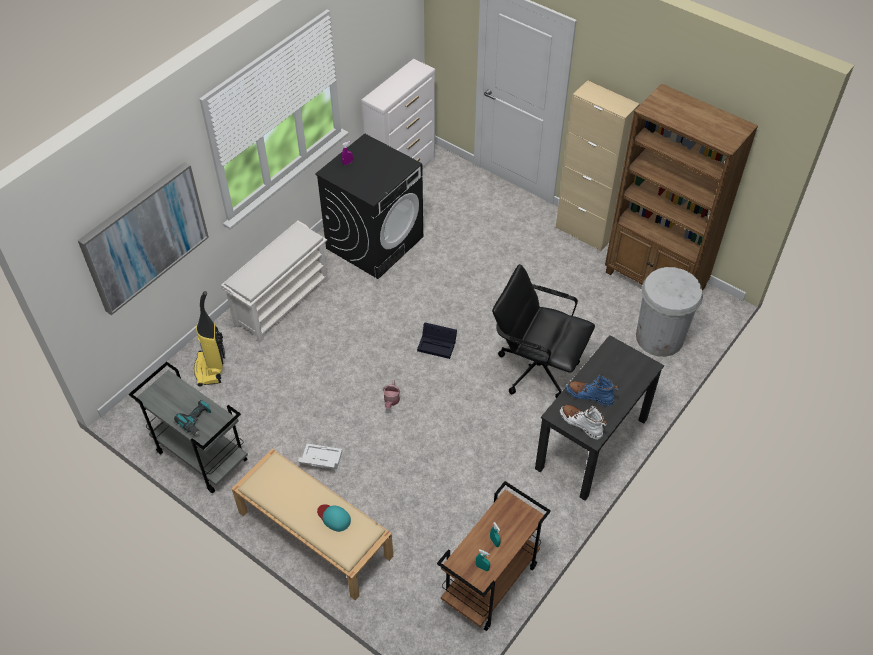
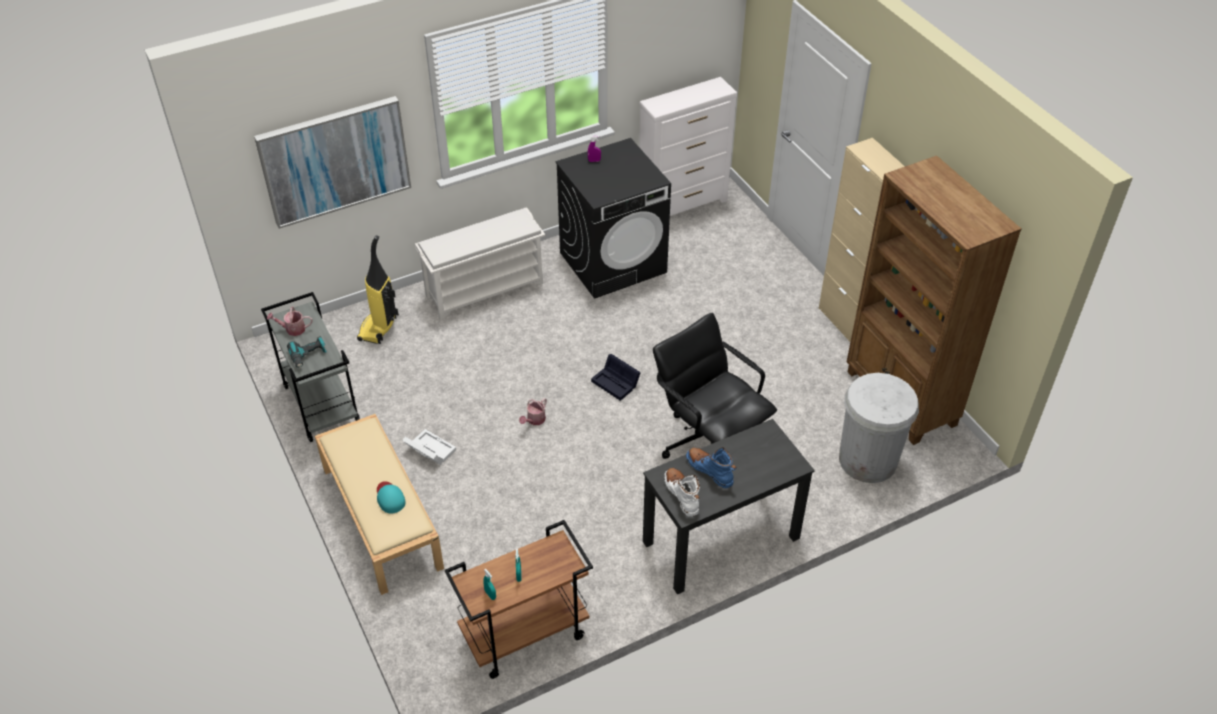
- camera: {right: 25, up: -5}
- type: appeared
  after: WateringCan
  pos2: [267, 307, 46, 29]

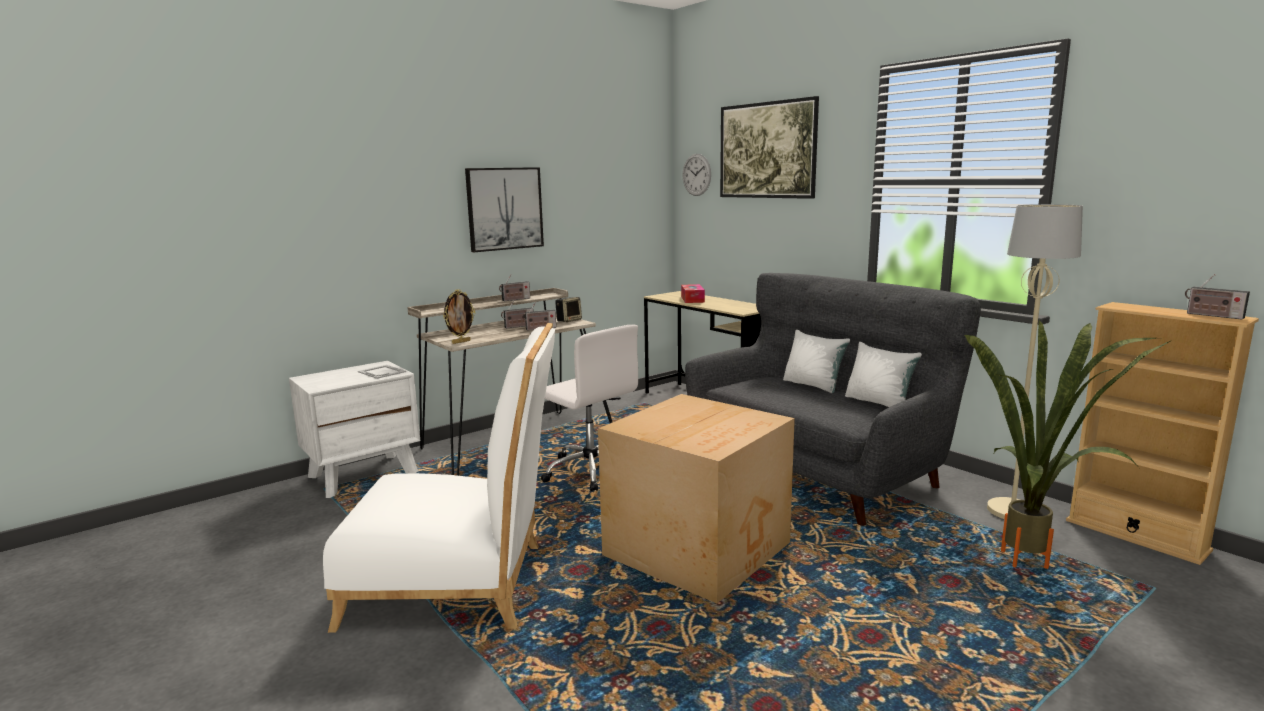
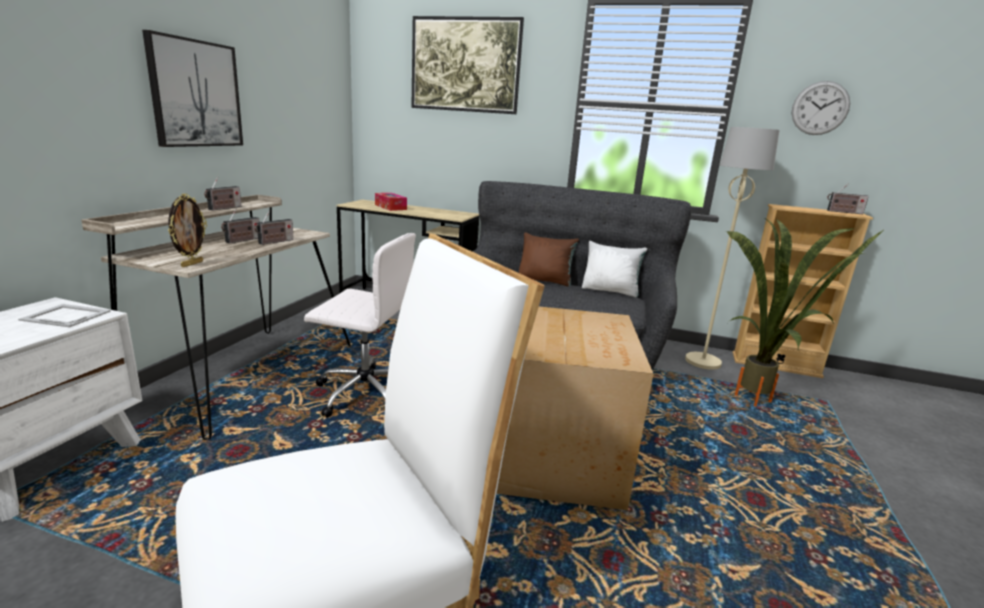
- camera: {right: -35, up: 5}
- type: relocated
  before: WallClock
  pos1: [682, 154, 29, 42]
  pos2: [791, 81, 59, 54]
- type: missing
  before: Speaker
  pos1: [555, 297, 27, 25]
- type: colour
  before: WhitePillow
  after: BrownPillow
  pos1: [783, 330, 67, 63]
  pos2: [519, 232, 60, 54]

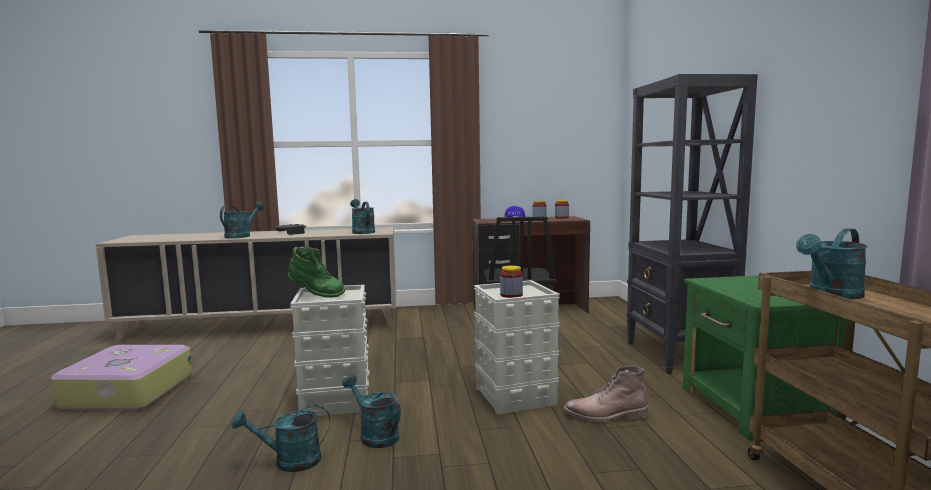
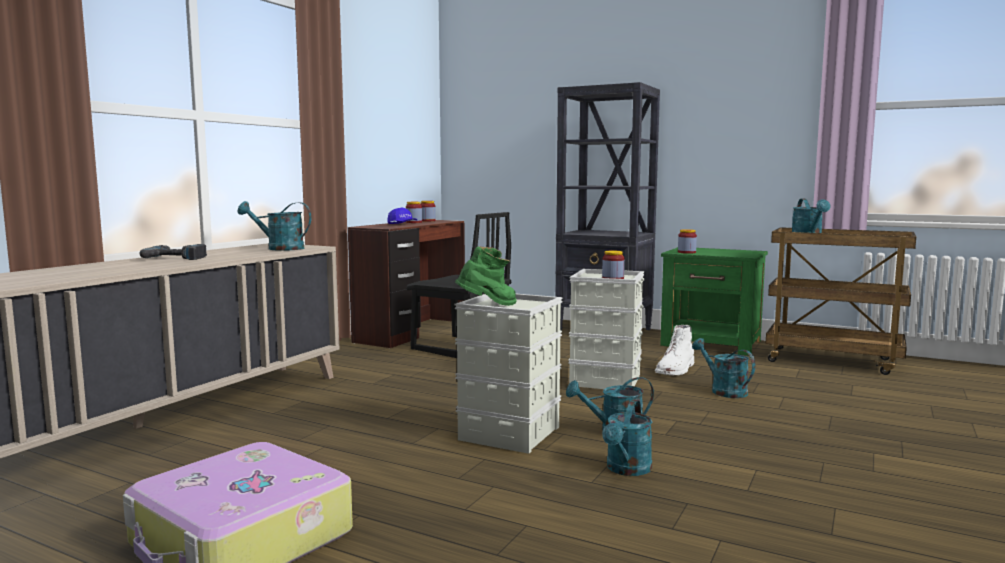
- camera: {right: -55, up: 0}
- type: relocated
  before: TurquoiseWateringCan
  pos1: [220, 202, 44, 37]
  pos2: [692, 338, 63, 60]
- type: colour
  before: BrownBoot
  after: WhiteBoot
  pos1: [564, 366, 85, 56]
  pos2: [655, 325, 40, 51]
- type: appeared
  after: Jar
  pos2: [678, 229, 19, 25]

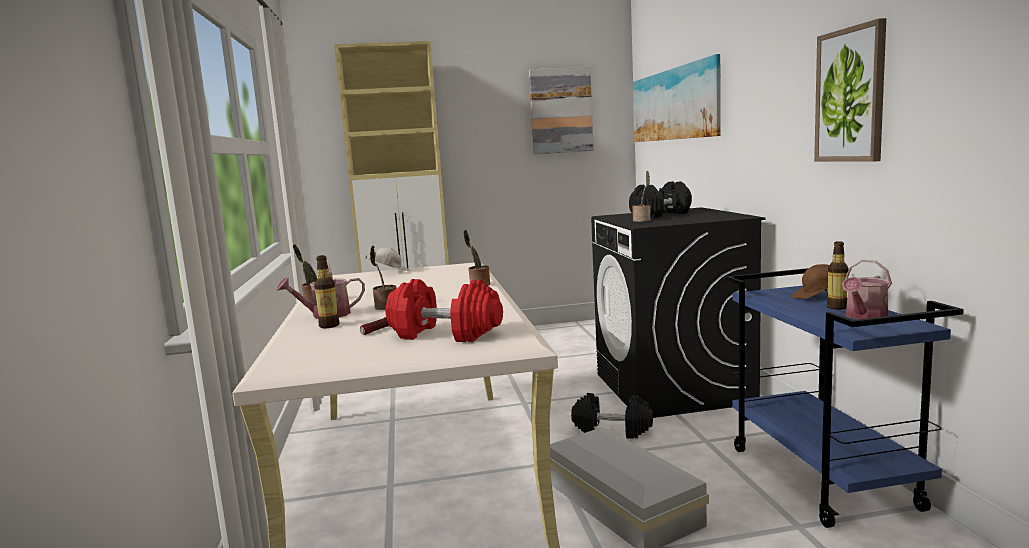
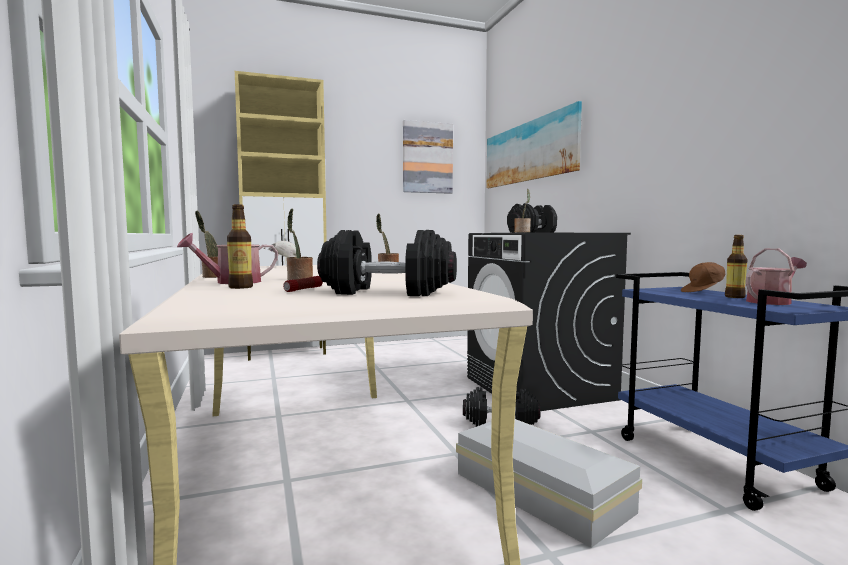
- camera: {right: -10, up: -5}
- type: missing
  before: Picture
  pos1: [814, 18, 72, 144]
- type: spun
  before: WateringCan
  pos1: [842, 260, 50, 59]
  pos2: [746, 248, 61, 57]
  turn: -150
- type: colour
  before: RedDumbbell
  after: BlackDumbbell
  pos1: [385, 279, 118, 63]
  pos2: [317, 230, 140, 66]

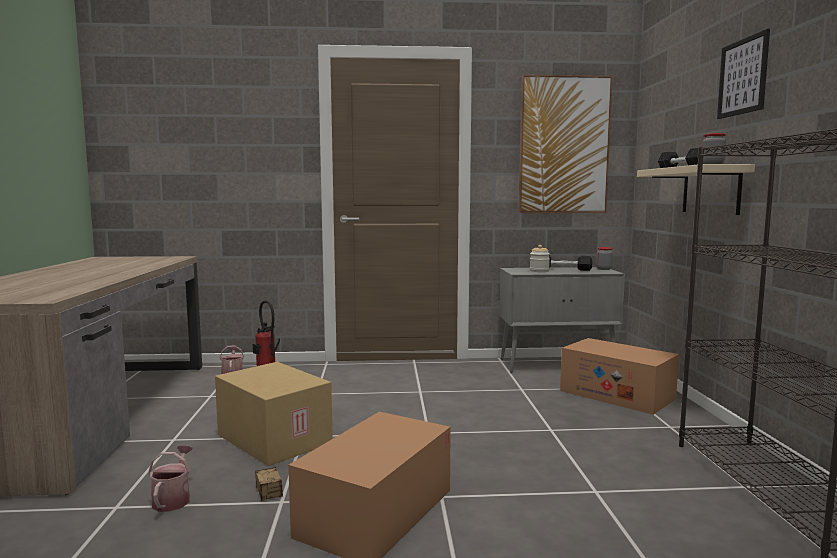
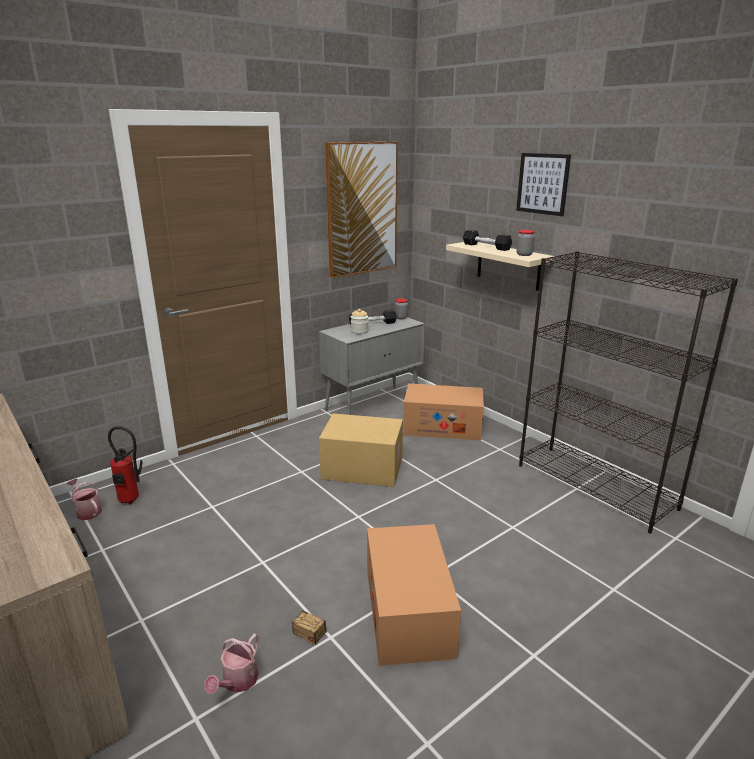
- camera: {right: -35, up: 15}
- type: relocated
  before: CardboardBox
  pos1: [215, 362, 118, 104]
  pos2: [319, 413, 84, 74]
- type: spun
  before: WateringCan
  pos1: [148, 445, 44, 67]
  pos2: [204, 634, 55, 60]
  turn: -120

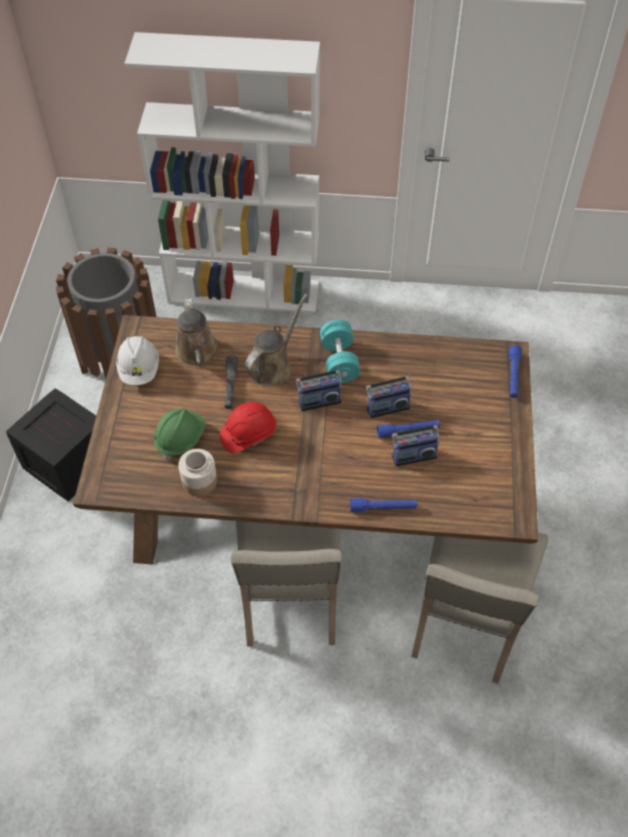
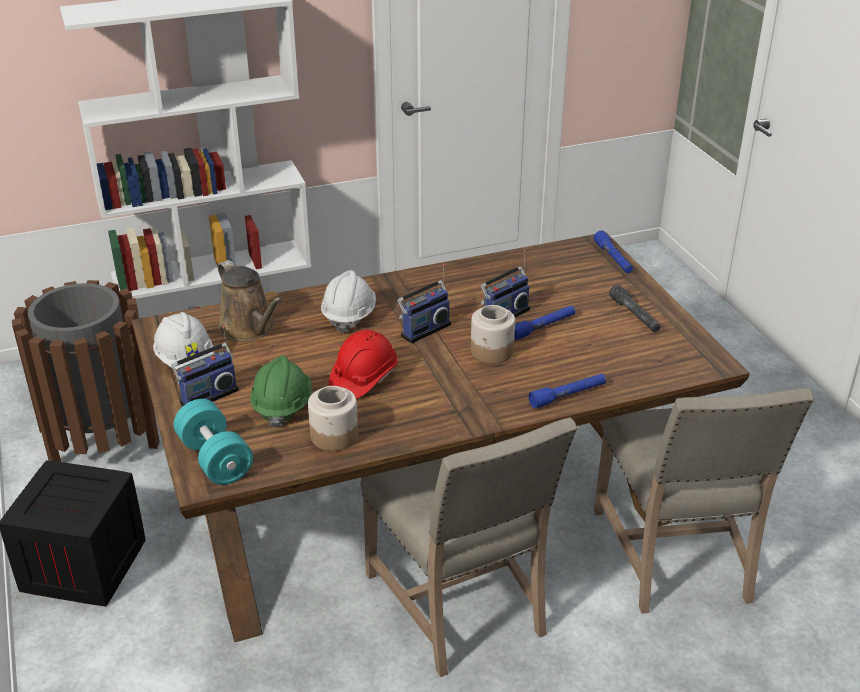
- camera: {right: -25, up: -20}
- type: exchanged
  before: BrownWateringCan
  after: WhiteHardHat
  pos1: [245, 294, 63, 93]
  pos2: [321, 270, 55, 63]
- type: relocated
  before: TurquoiseDumbbell
  pos1: [320, 320, 40, 63]
  pos2: [174, 399, 79, 86]
- type: relocated
  before: GreyFlashlight
  pos1: [224, 355, 14, 54]
  pos2: [609, 285, 51, 47]
- type: relocated
  before: Radio
  pos1: [392, 420, 48, 46]
  pos2: [171, 326, 68, 80]
- type: appeared
  after: Jar
  pos2: [471, 305, 44, 59]

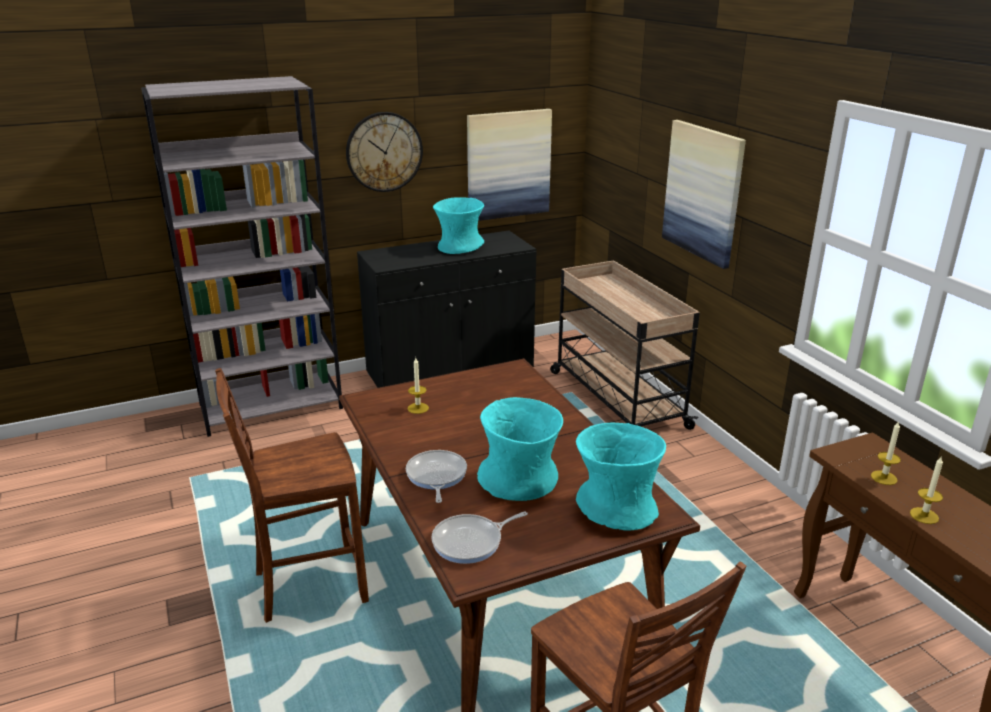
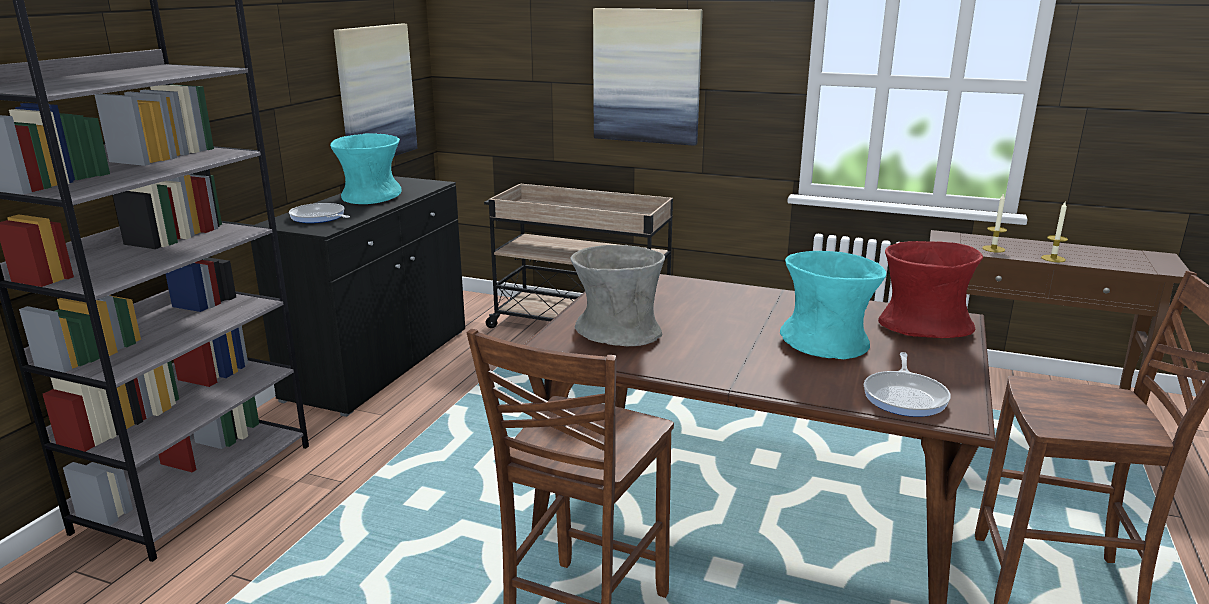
- camera: {right: -45, up: -5}
- type: missing
  before: WallClock
  pos1: [346, 112, 77, 80]
- type: exchanged
  before: Candle
  after: GreyVase
  pos1: [408, 358, 21, 56]
  pos2: [570, 245, 95, 101]
- type: colour
  before: TurquoiseVase
  after: RedVase
  pos1: [576, 423, 90, 107]
  pos2: [878, 241, 105, 97]
- type: relocated
  before: FryingPan
  pos1: [406, 450, 61, 53]
  pos2: [289, 203, 61, 20]

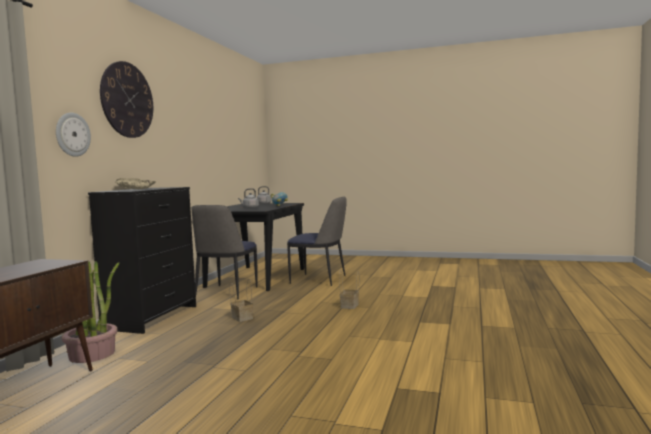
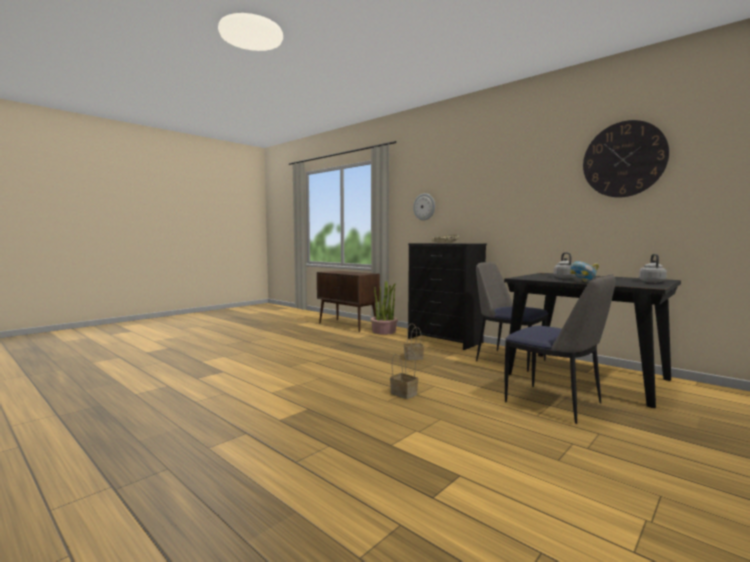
- camera: {right: 115, up: 0}
- type: relocated
  before: WallClock
  pos1: [100, 61, 53, 77]
  pos2: [583, 120, 86, 78]
- type: spun
  before: Chair
  pos1: [287, 196, 60, 90]
  pos2: [504, 274, 111, 150]
  turn: -90

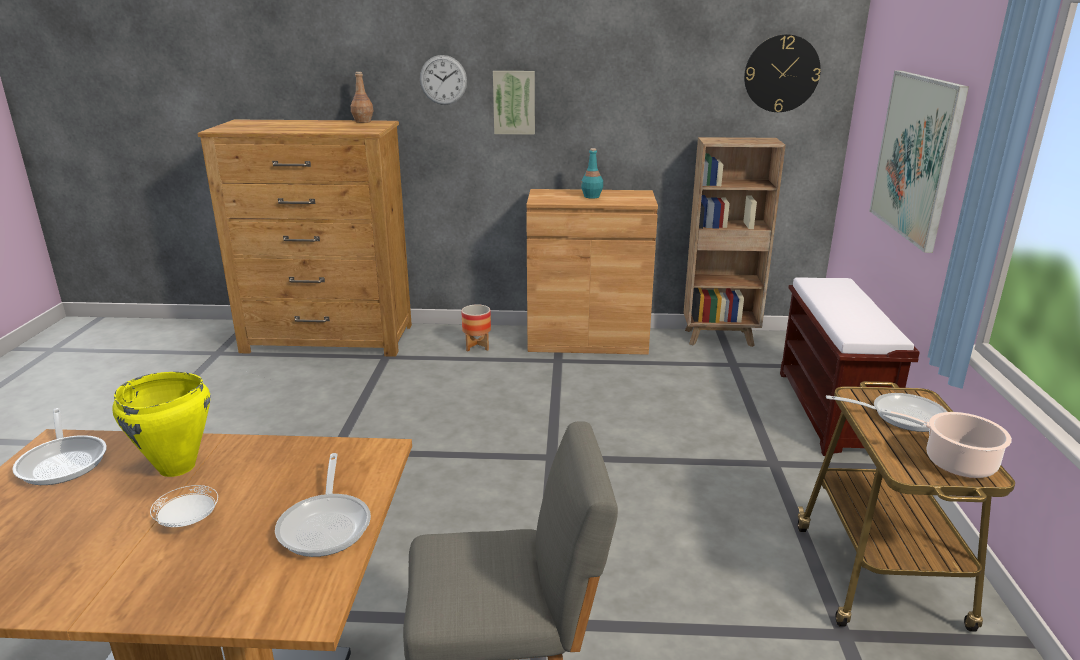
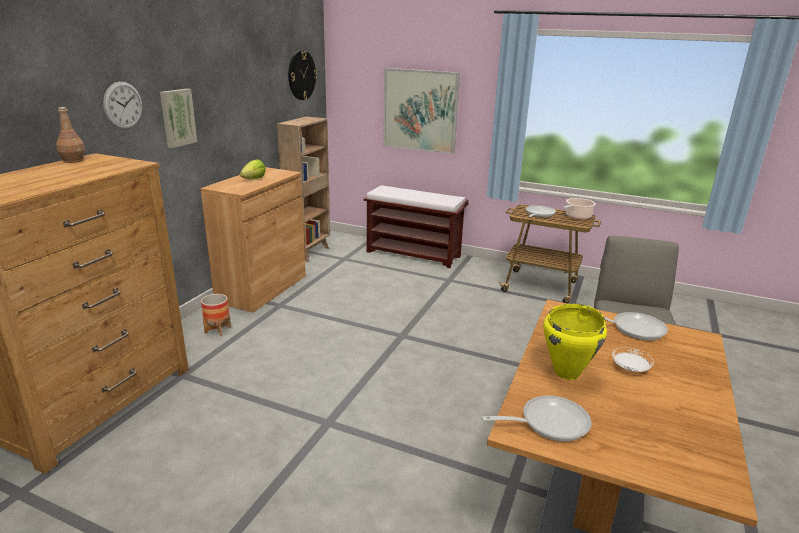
- camera: {right: -70, up: 0}
- type: exchanged
  before: TurquoiseBottle
  after: Lettuce
  pos1: [581, 148, 22, 51]
  pos2: [240, 159, 26, 20]

